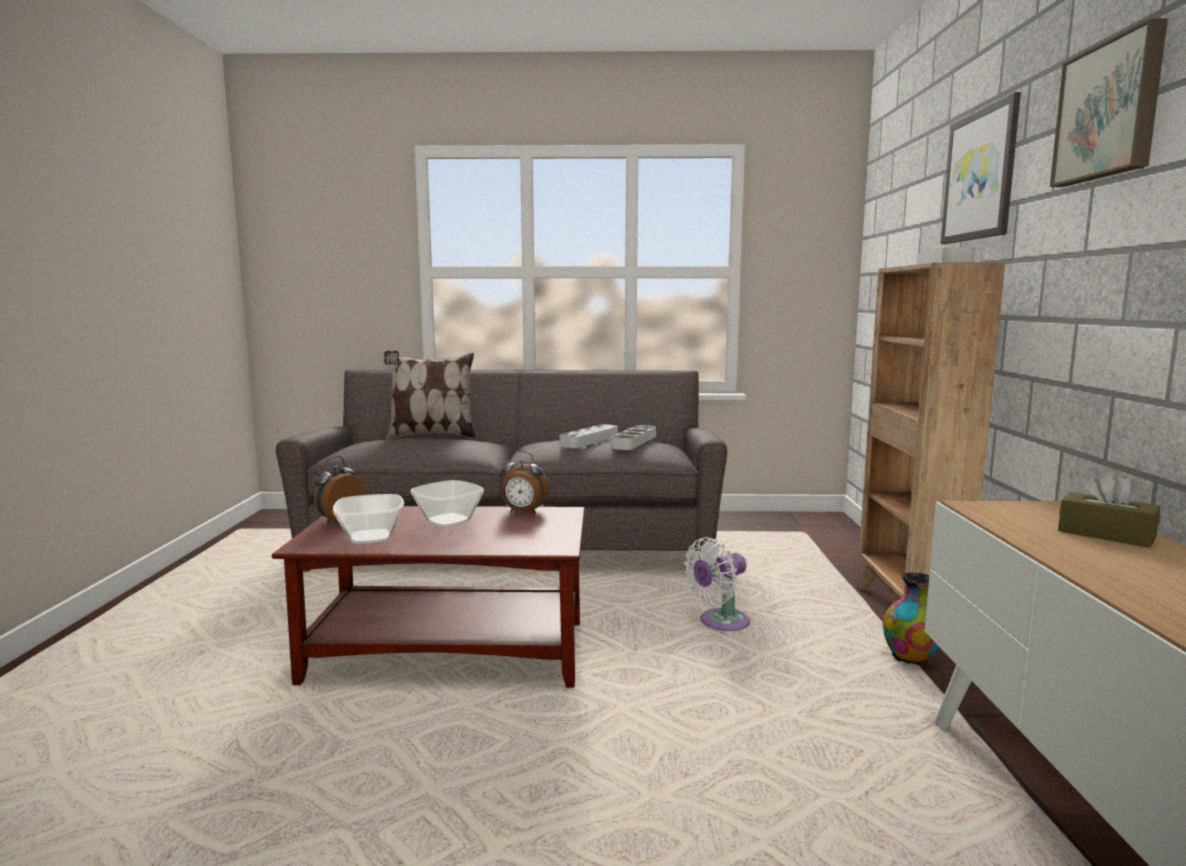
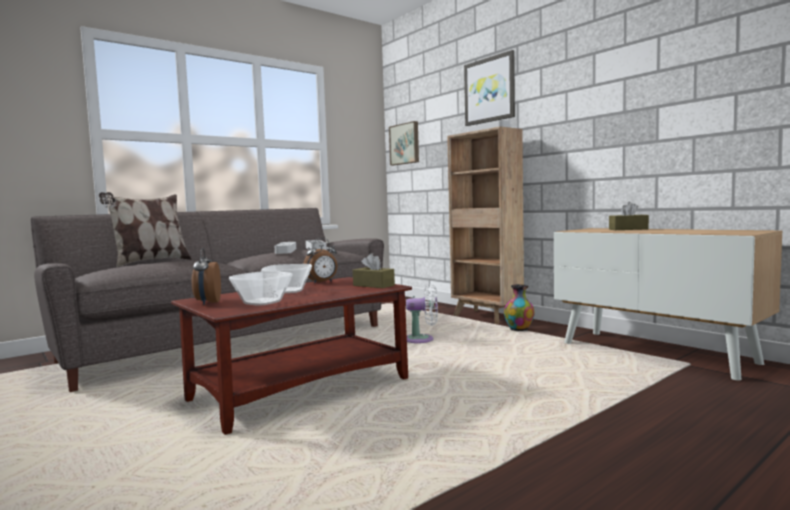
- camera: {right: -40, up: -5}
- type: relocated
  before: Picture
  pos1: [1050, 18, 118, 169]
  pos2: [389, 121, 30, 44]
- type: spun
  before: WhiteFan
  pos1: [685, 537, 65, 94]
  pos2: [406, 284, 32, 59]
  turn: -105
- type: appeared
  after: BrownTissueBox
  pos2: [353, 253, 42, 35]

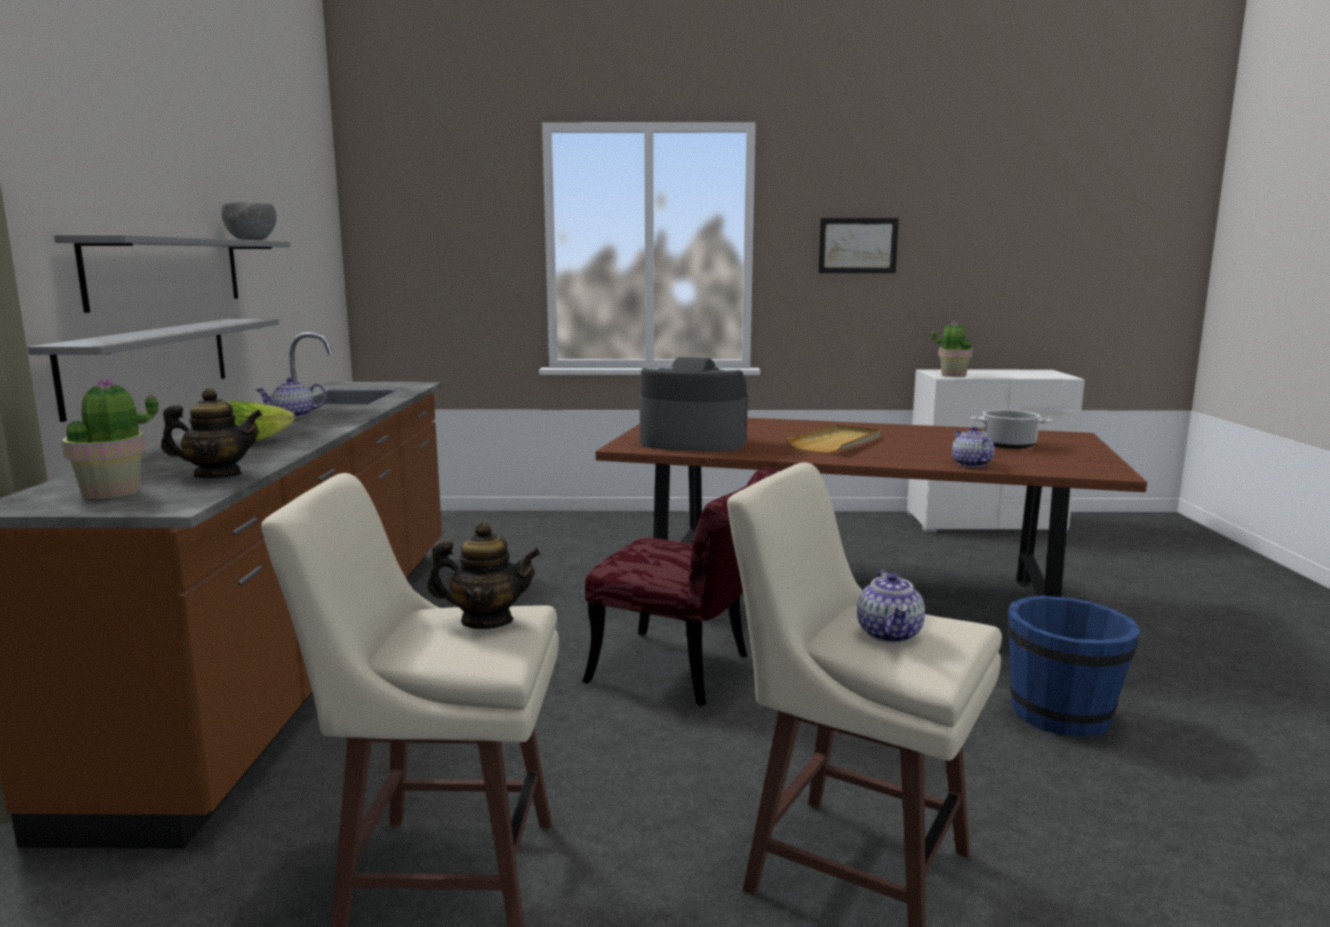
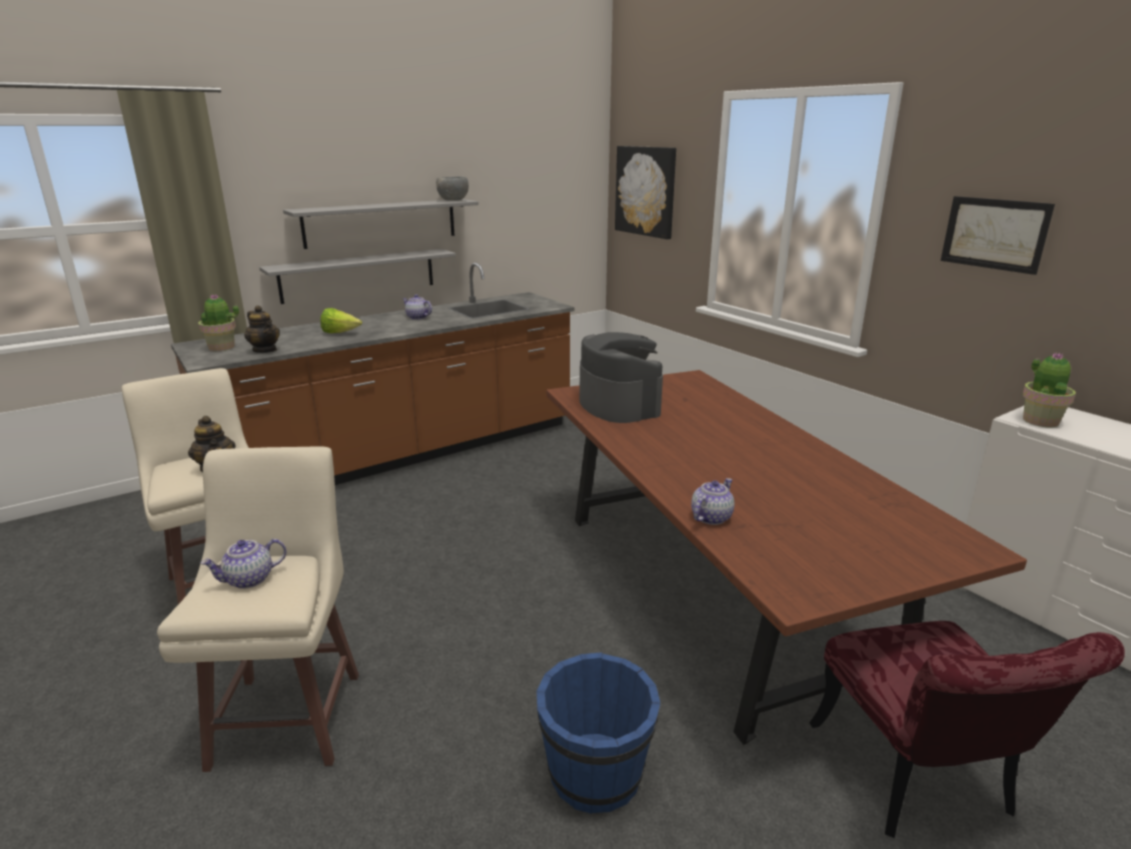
- camera: {right: 55, up: 10}
- type: missing
  before: CookingPot
  pos1: [970, 409, 82, 40]
- type: missing
  before: BeigeTray
  pos1: [786, 424, 94, 29]
- type: relocated
  before: RedChair
  pos1: [583, 467, 194, 239]
  pos2: [809, 621, 316, 217]
- type: appeared
  after: Picture
  pos2: [615, 146, 61, 93]

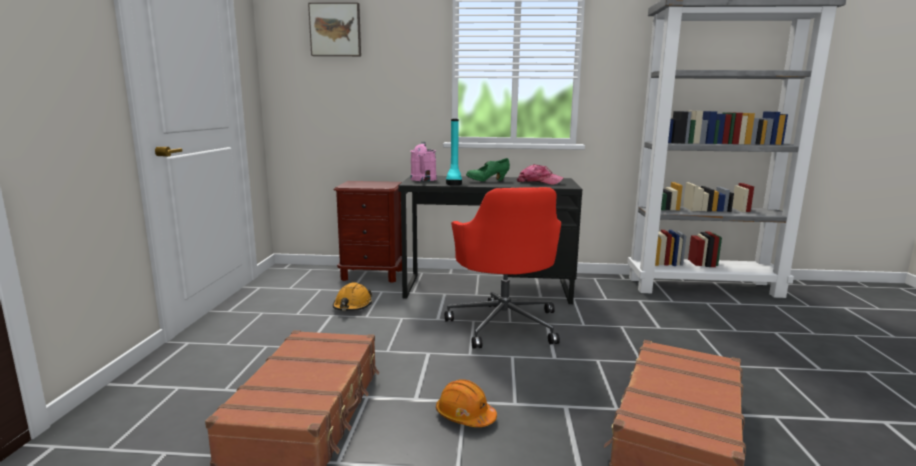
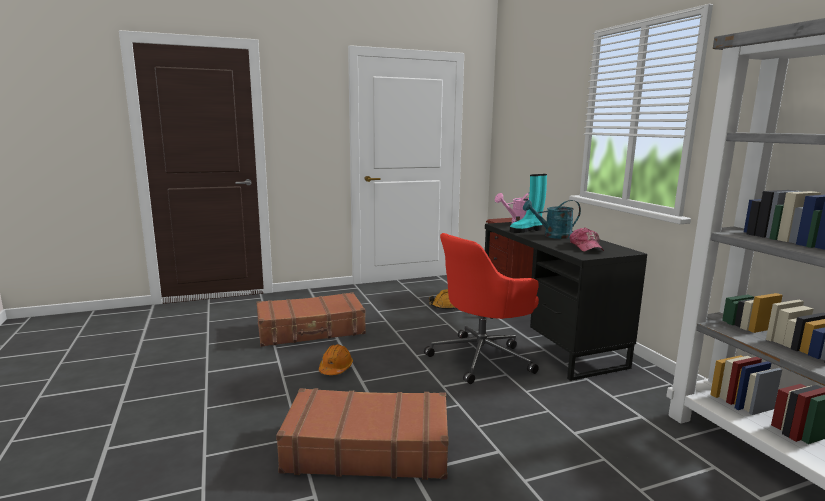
- camera: {right: 65, up: 0}
- type: missing
  before: Picture
  pos1: [308, 2, 53, 54]
- type: exchanged
  before: GreenShoe
  after: TurquoiseWateringCan
  pos1: [466, 158, 44, 23]
  pos2: [523, 200, 58, 39]

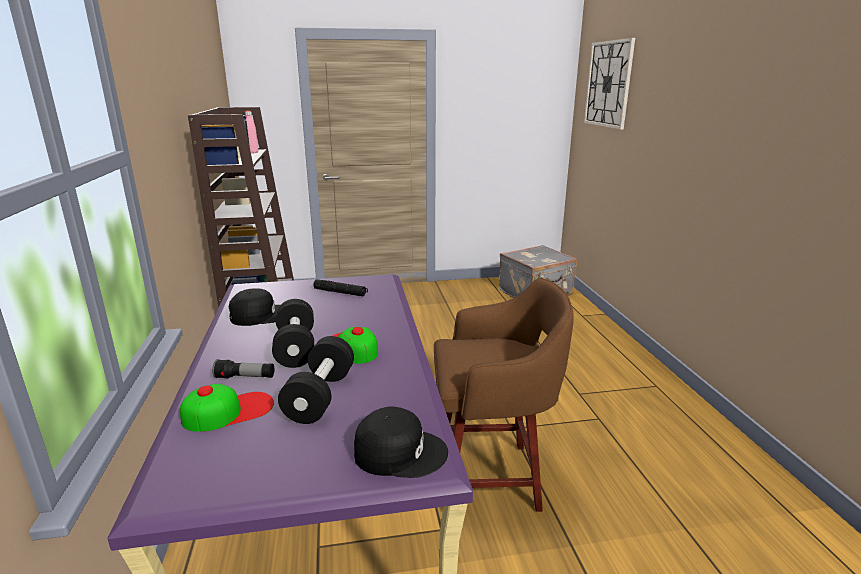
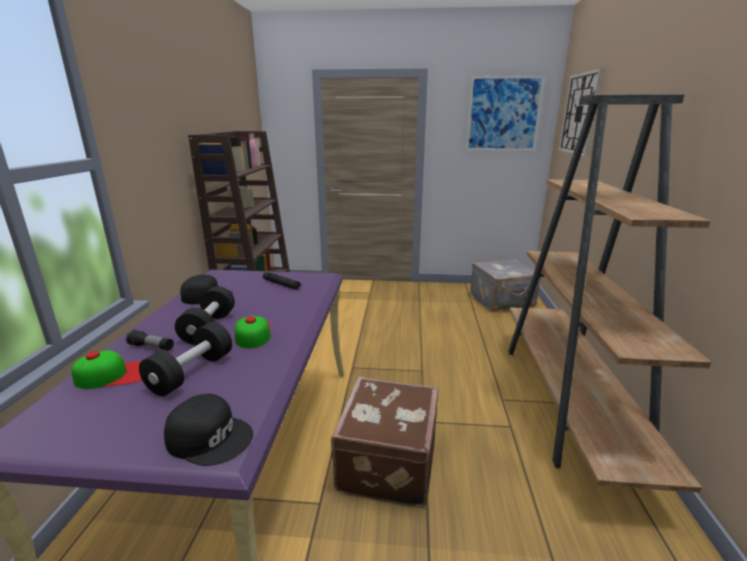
- camera: {right: 15, up: 0}
- type: exchanged
  before: BrownStool
  after: BrownSuitcase
  pos1: [434, 278, 140, 234]
  pos2: [331, 377, 107, 131]
- type: appeared
  after: Picture
  pos2: [465, 75, 80, 76]
- type: appeared
  after: BrownBookcase
  pos2: [508, 94, 204, 399]

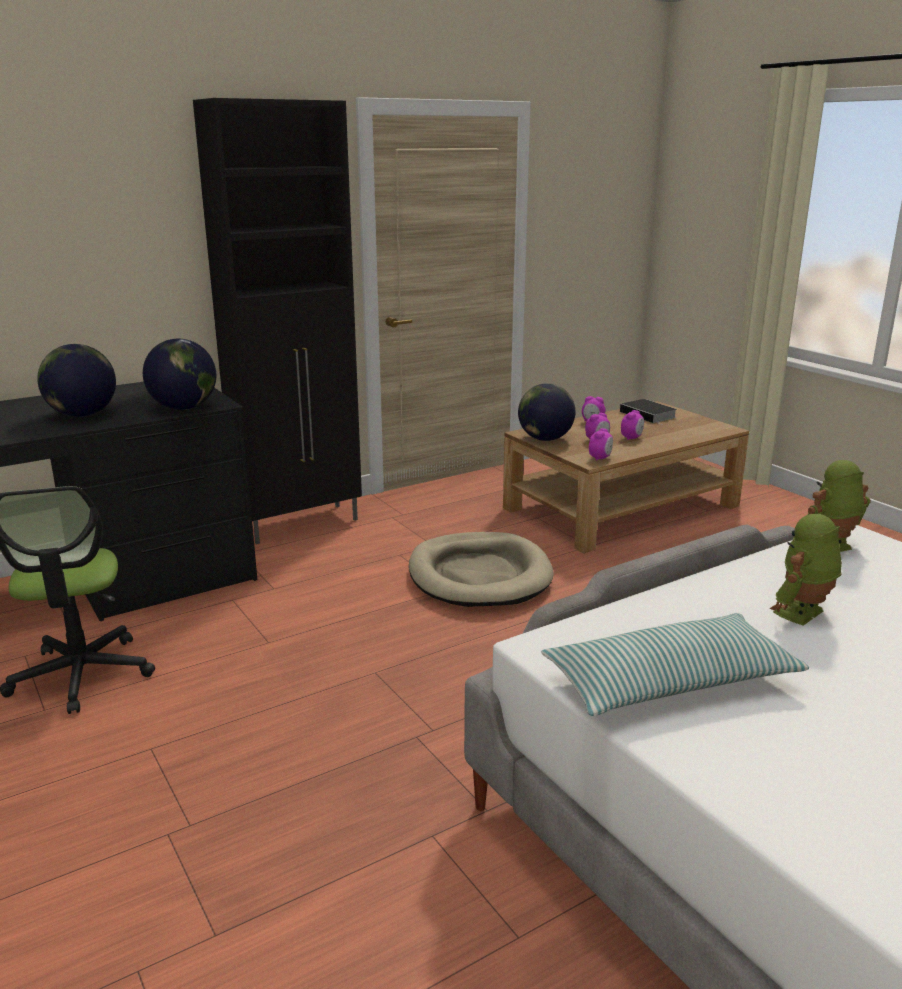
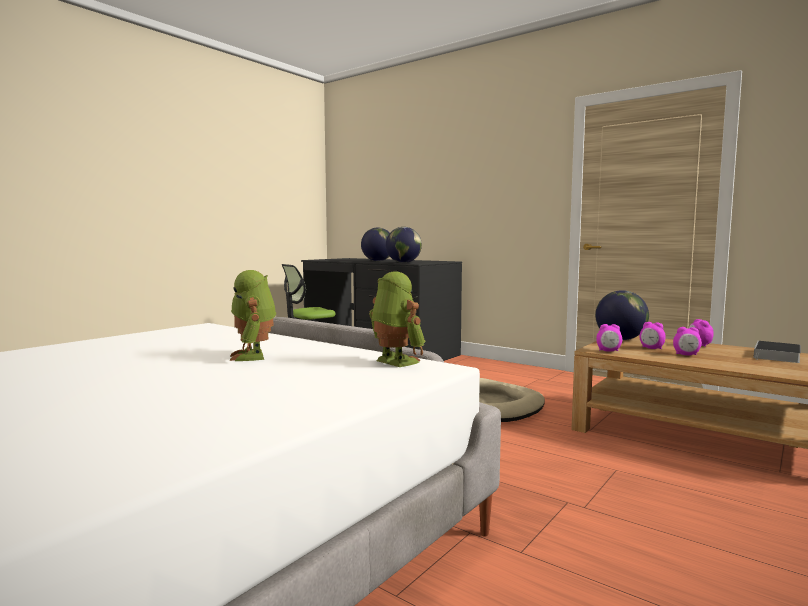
- camera: {right: 70, up: -15}
- type: missing
  before: BlackCabinet
  pos1: [193, 98, 169, 446]
- type: spun
  before: ToyRobot
  pos1: [770, 514, 72, 112]
  pos2: [230, 270, 46, 91]
  turn: -135
- type: missing
  before: Pillow
  pos1: [541, 613, 268, 103]

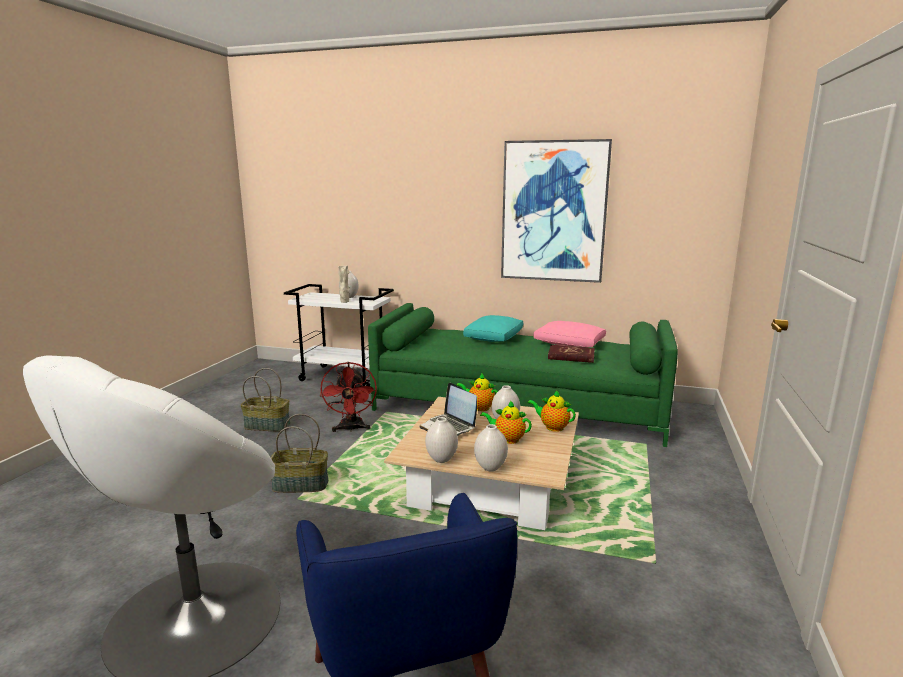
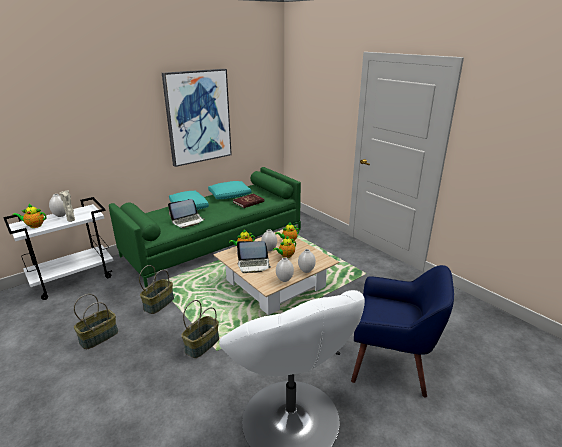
- camera: {right: -55, up: 10}
- type: colour
  before: PinkPillow
  after: TurquoisePillow
  pos1: [533, 321, 73, 26]
  pos2: [208, 181, 43, 18]
- type: exchanged
  before: RedFan
  after: Basket
  pos1: [320, 362, 57, 70]
  pos2: [139, 265, 35, 49]
- type: appeared
  after: Laptop
  pos2: [168, 199, 37, 29]
- type: appeared
  after: Teapot
  pos2: [13, 204, 33, 24]

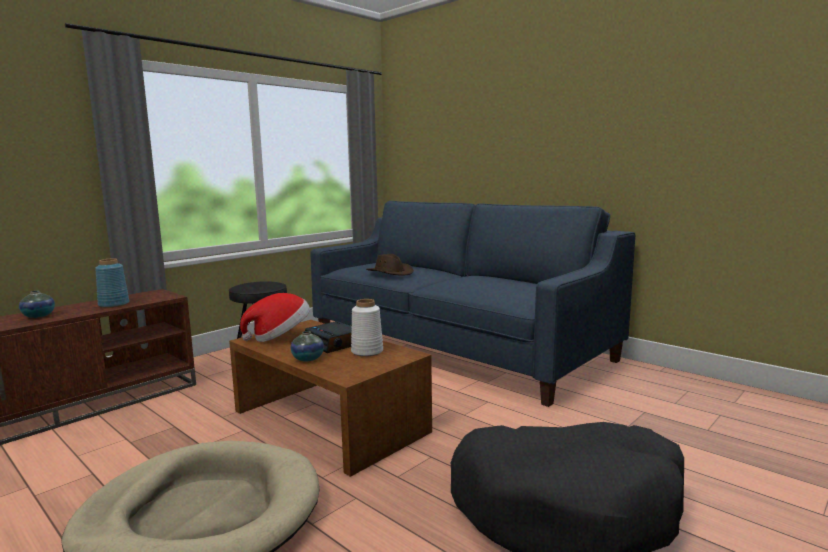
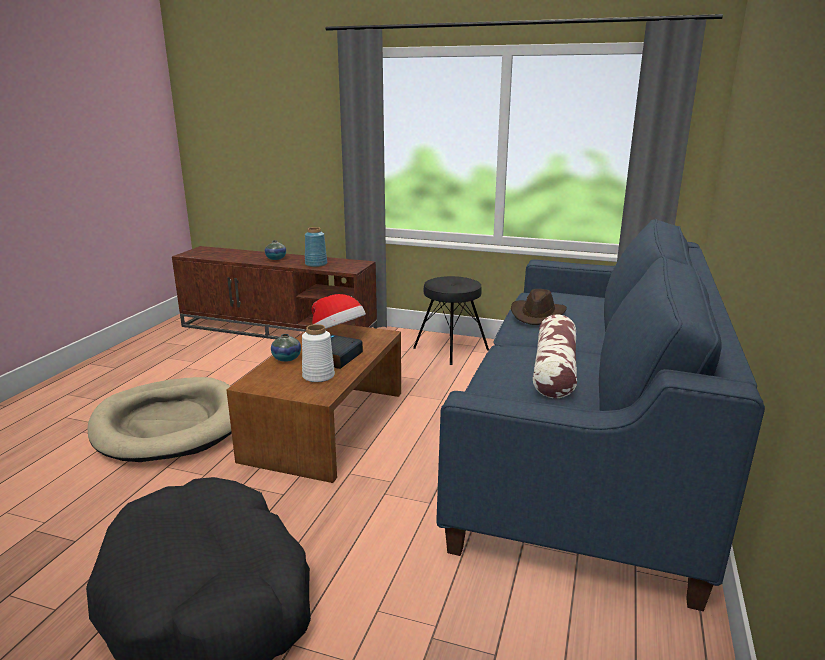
- camera: {right: 65, up: 10}
- type: appeared
  after: Pillow
  pos2: [533, 315, 44, 83]

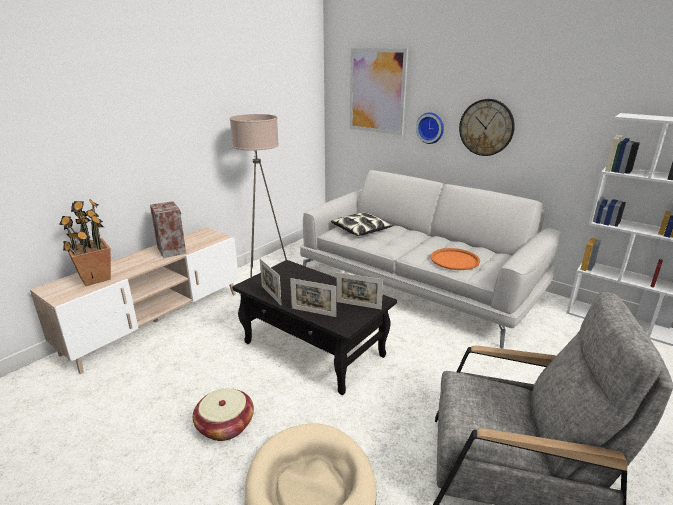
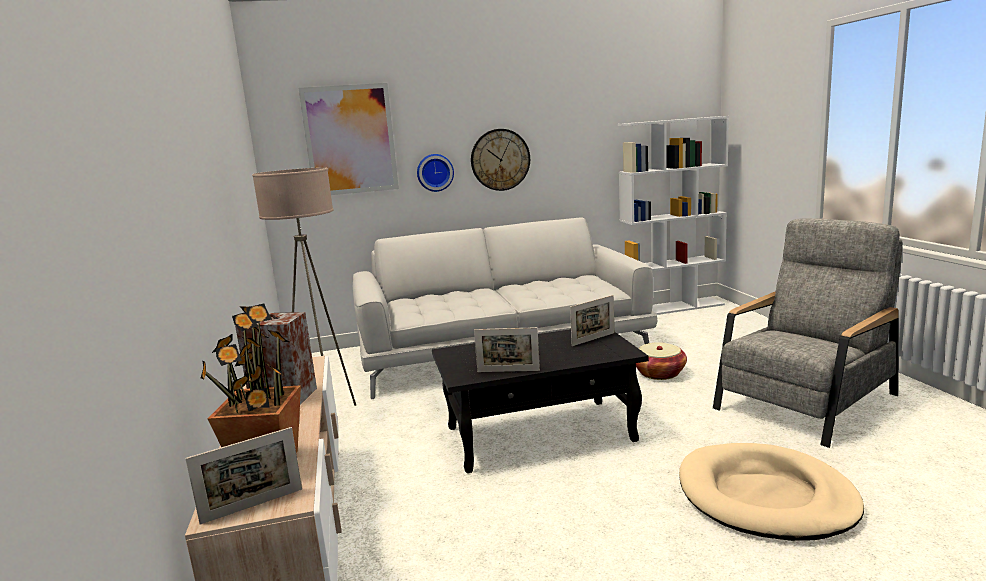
- camera: {right: -50, up: -10}
- type: missing
  before: Pillow
  pos1: [331, 212, 62, 24]
- type: missing
  before: OrangeTray
  pos1: [430, 248, 50, 22]
- type: relocated
  before: PictureFrame
  pos1: [290, 278, 46, 39]
  pos2: [185, 427, 117, 98]
- type: relocated
  before: Basket
  pos1: [193, 388, 61, 53]
  pos2: [636, 342, 51, 38]

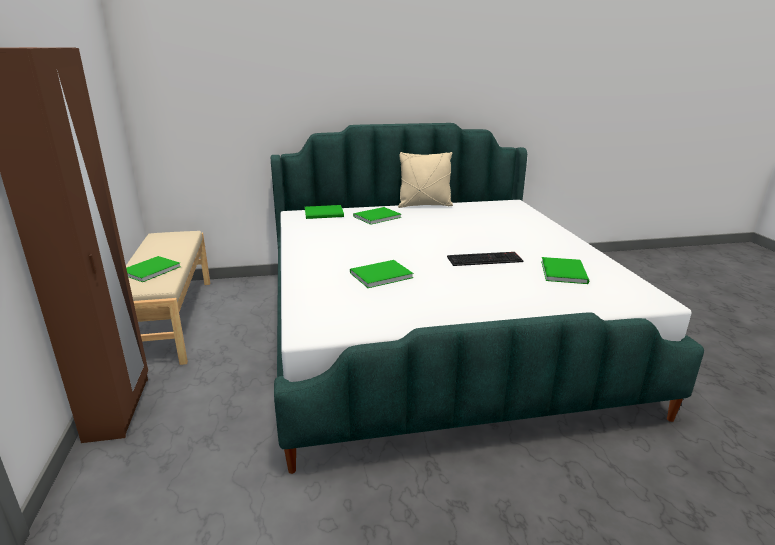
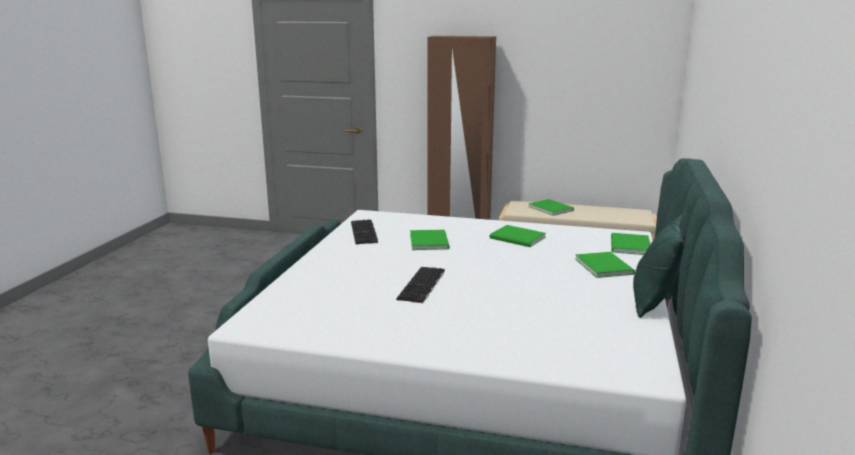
- camera: {right: 115, up: -5}
- type: colour
  before: BeigePillow
  after: GreenPillow
  pos1: [398, 152, 55, 56]
  pos2: [633, 214, 51, 104]
- type: relocated
  before: GreenBook
  pos1: [541, 257, 48, 27]
  pos2: [490, 225, 56, 22]
- type: appeared
  after: Keyboard
  pos2: [351, 219, 27, 25]

